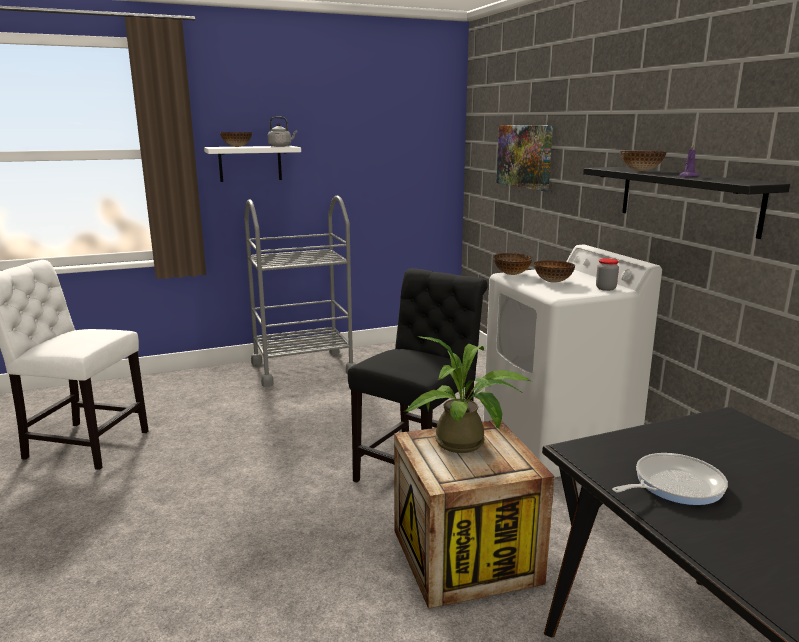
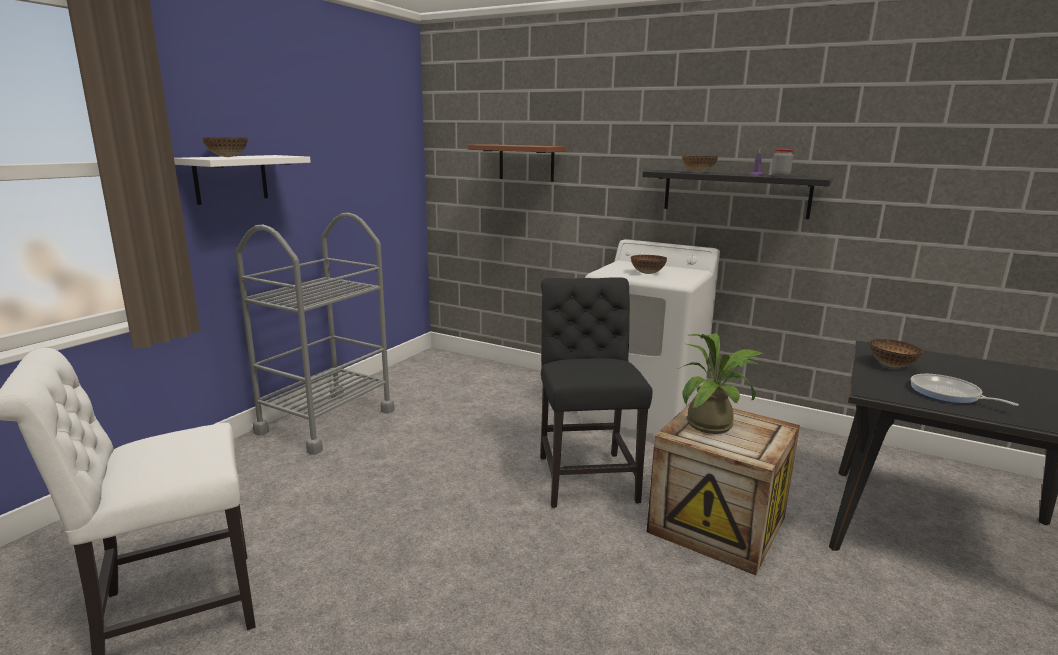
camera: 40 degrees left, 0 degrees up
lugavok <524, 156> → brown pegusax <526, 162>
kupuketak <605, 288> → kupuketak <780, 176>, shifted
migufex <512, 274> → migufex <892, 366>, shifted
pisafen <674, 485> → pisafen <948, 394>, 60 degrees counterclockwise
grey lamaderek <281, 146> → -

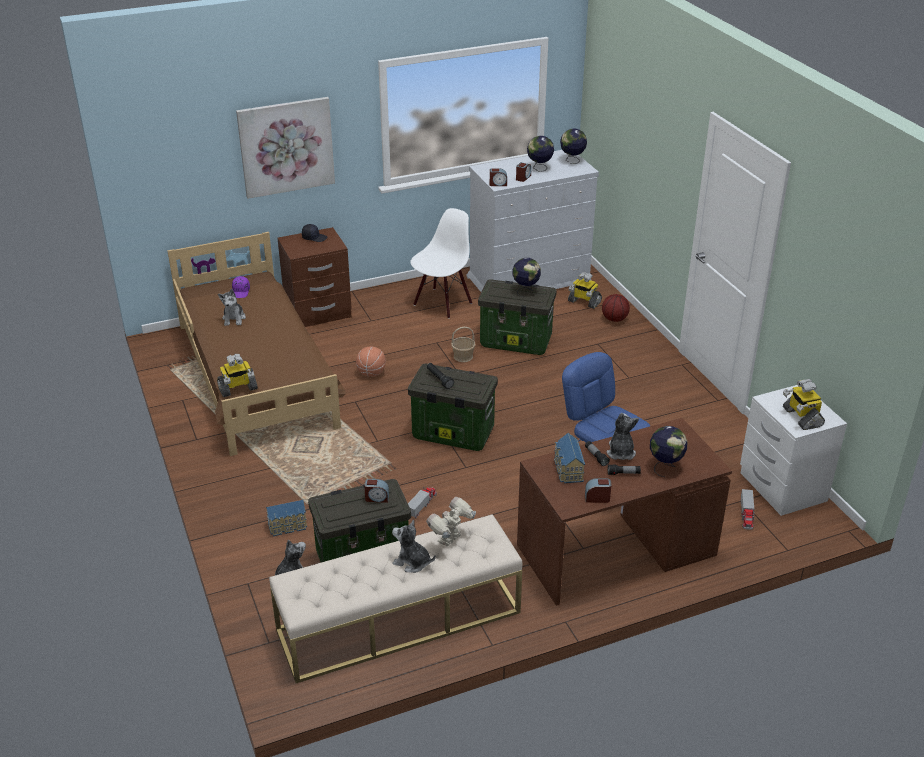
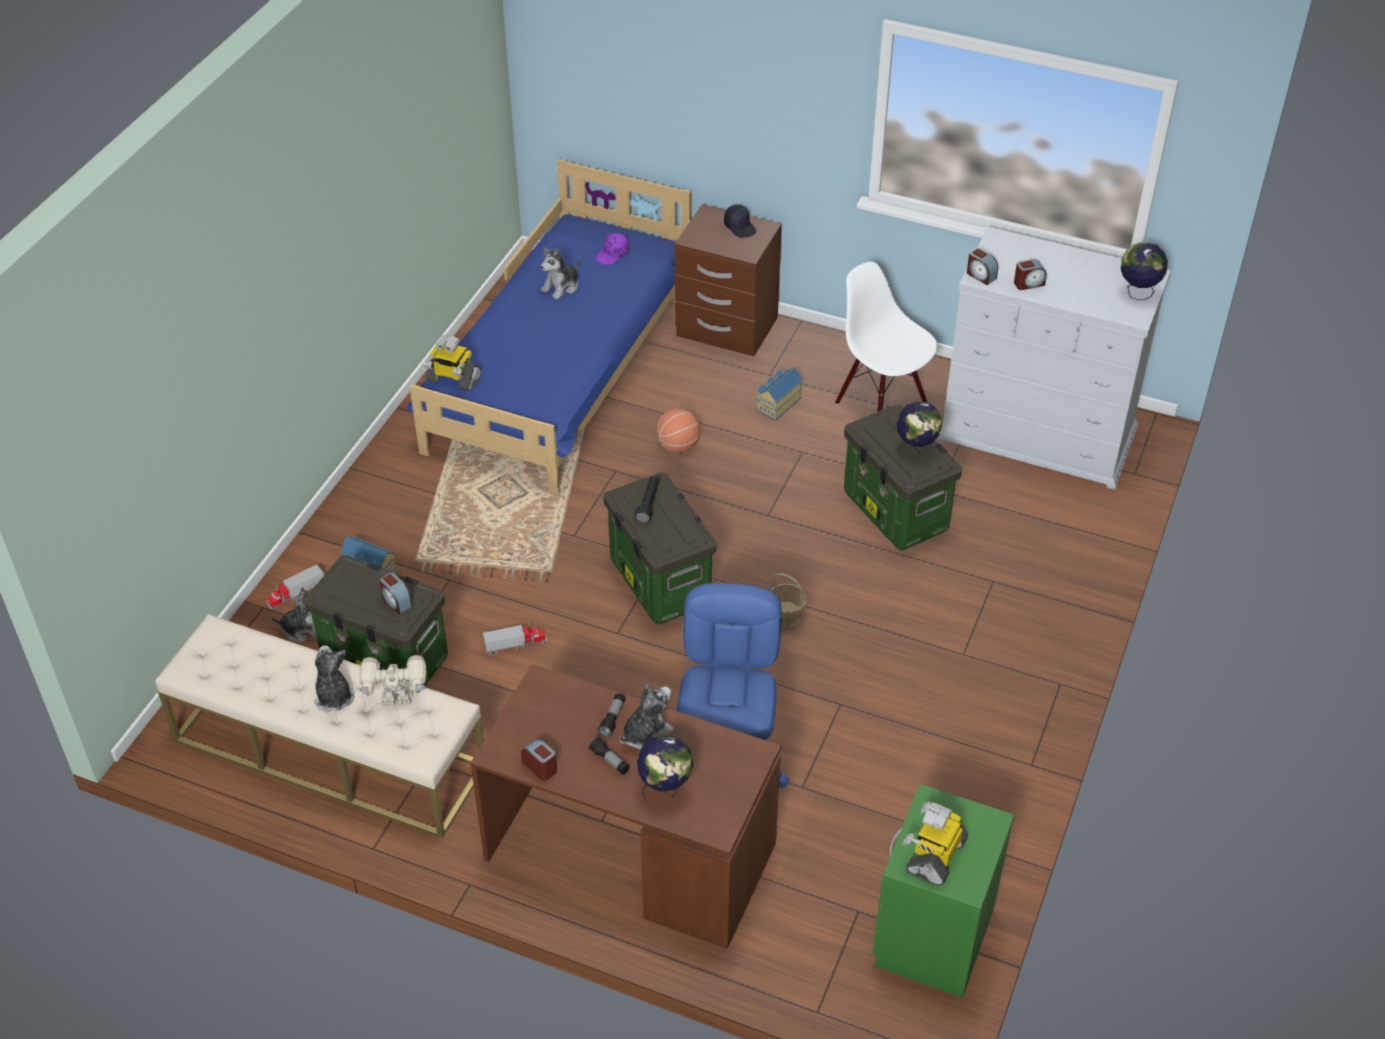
camera: 45 degrees right, 10 degrees up
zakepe <746, 514> → zakepe <296, 594>, shifted
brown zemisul <257, 375> → blue zemisul <562, 372>
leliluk <567, 470> → leliluk <777, 403>, shifted
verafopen <463, 356> → verafopen <786, 615>, shifted
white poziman <442, 303> → white poziman <881, 402>, 120 degrees counterclockwise
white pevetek <781, 487> → green pevetek <932, 935>
lugavok <286, 147> → -
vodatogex <539, 168> → -
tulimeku <584, 302> → -
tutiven <614, 319> → -

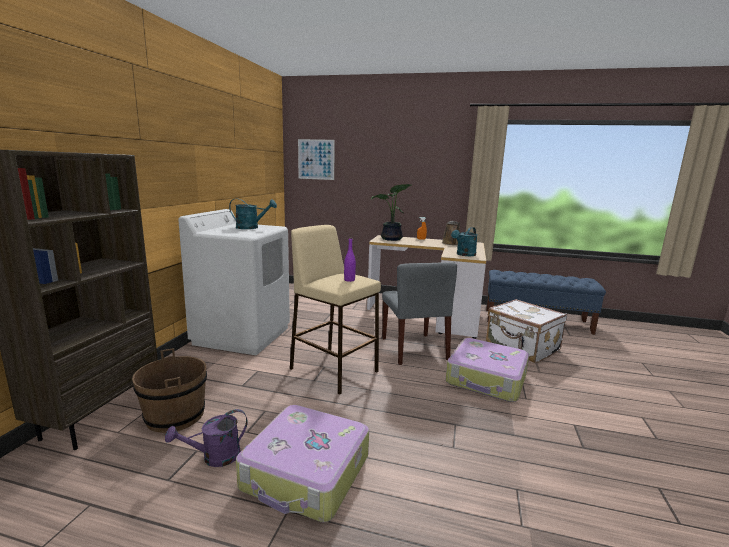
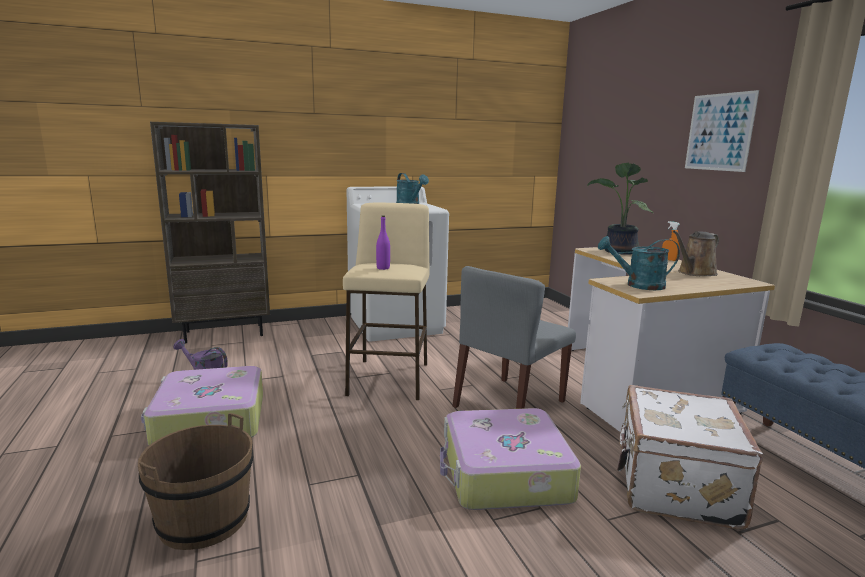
camera: 55 degrees right, 0 degrees up
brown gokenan <175, 416> → brown gokenan <203, 519>, shifted
lugavok <316, 159> → lugavok <719, 132>, shifted

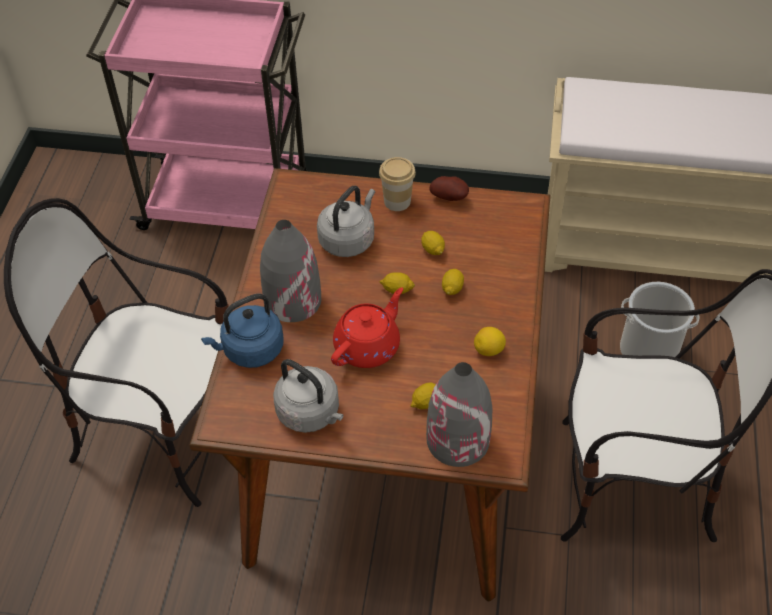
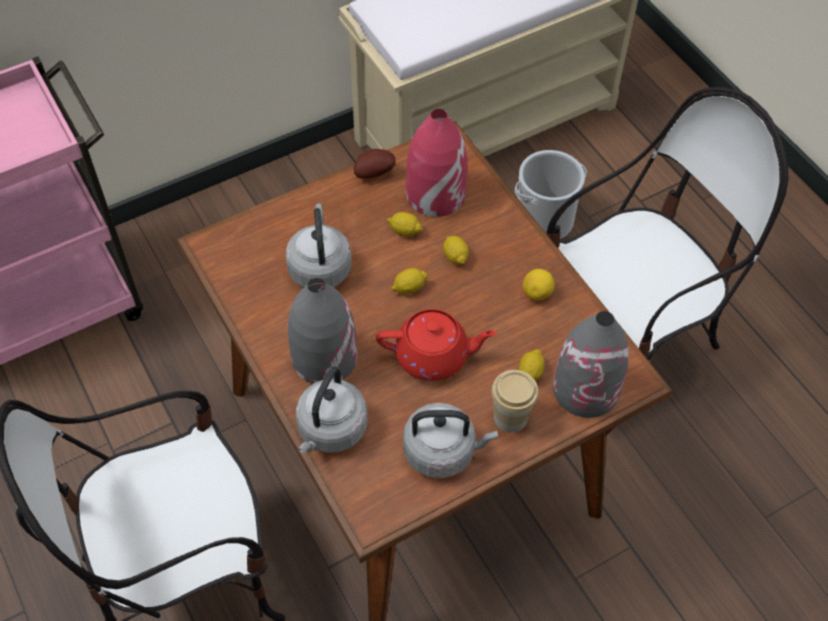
camera: 40 degrees left, 5 degrees up
blue lamaderek <250, 350> → grey lamaderek <331, 431>
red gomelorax <368, 346> → red gomelorax <433, 356>, 90 degrees clockwise
- → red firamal <435, 194>
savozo <397, 201> → savozo <510, 417>, shifted

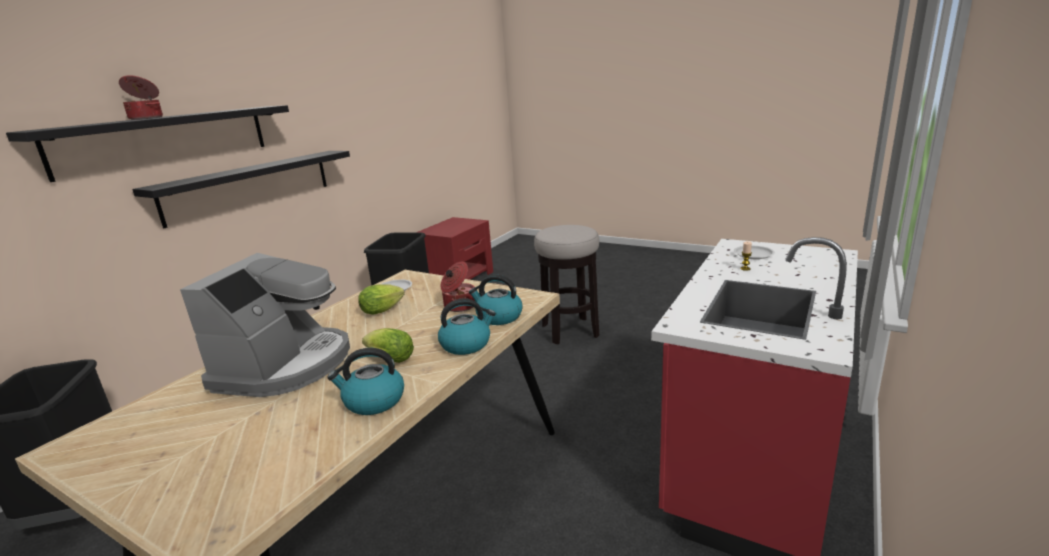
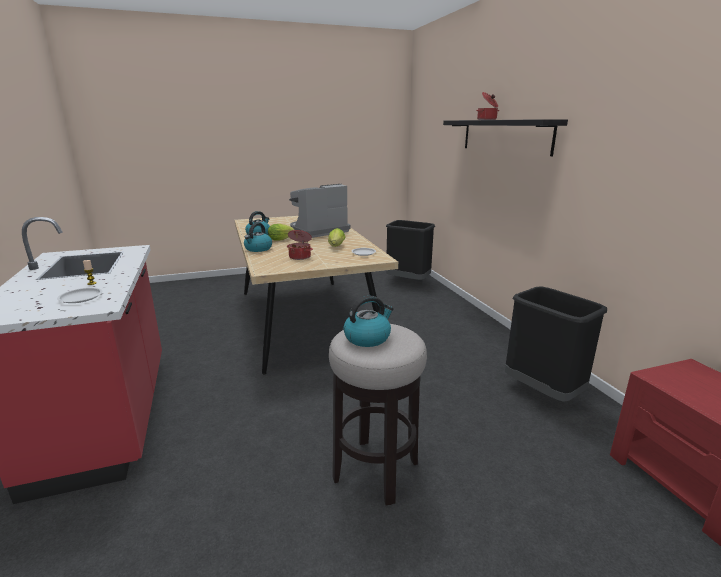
camera: 130 degrees right, 0 degrees up
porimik <286, 365> → porimik <318, 231>, 90 degrees clockwise
lamaderek <498, 317> → lamaderek <367, 338>, shifted
black pegusax <250, 185> → -

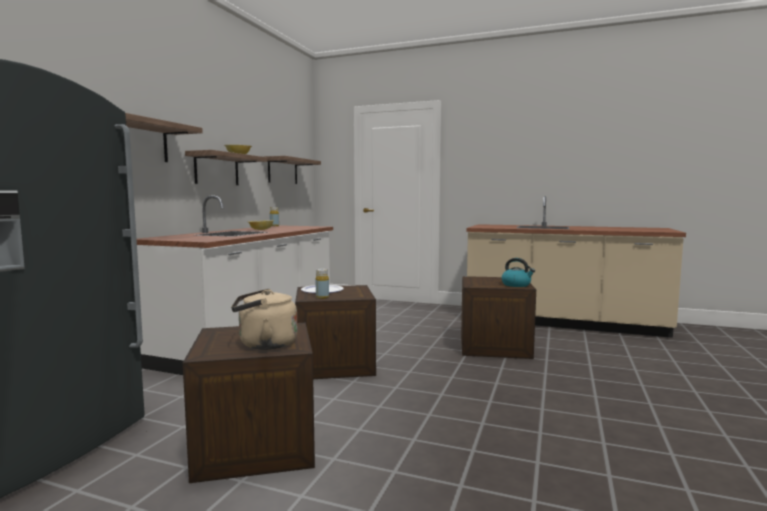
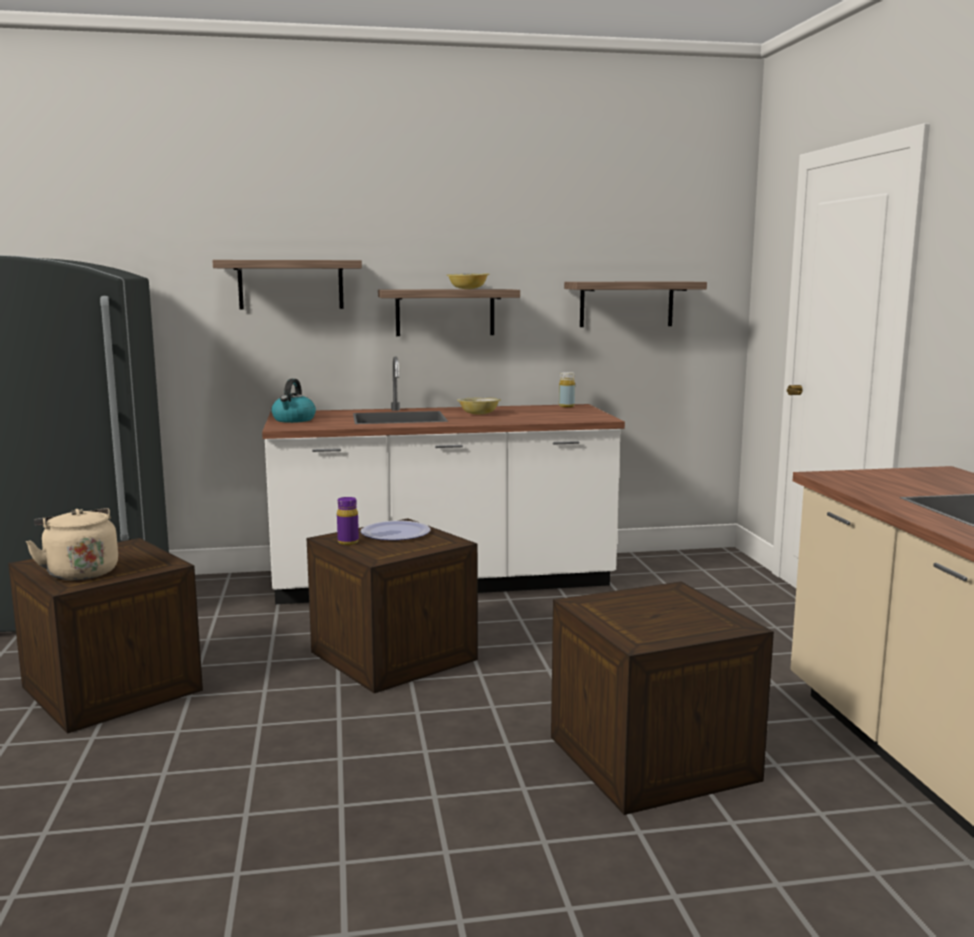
camera: 60 degrees right, 5 degrees up
lamaderek <516, 285> → lamaderek <294, 420>, shifted
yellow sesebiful <322, 297> → purple sesebiful <348, 542>

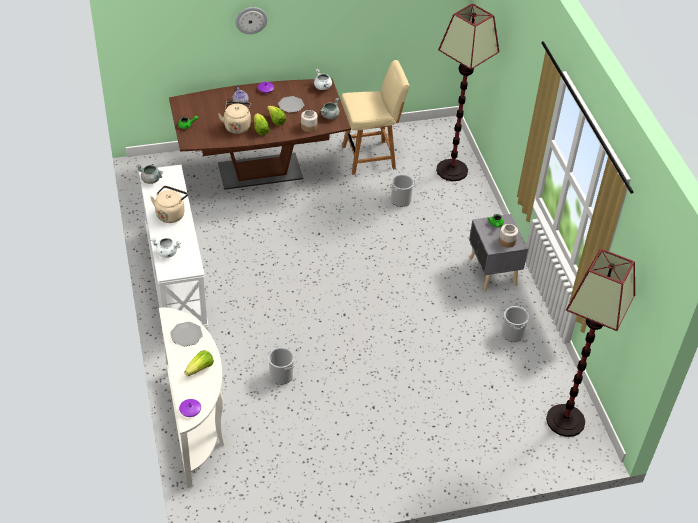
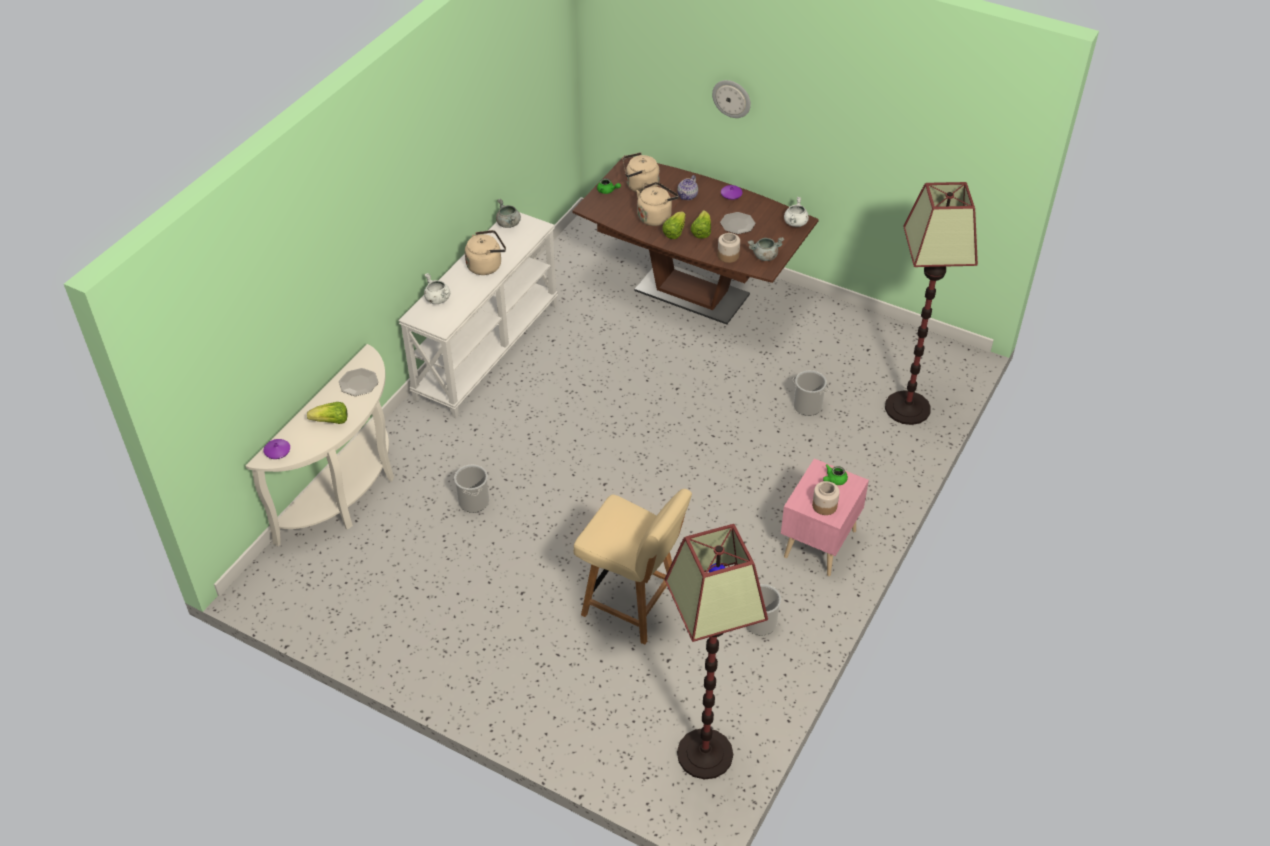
camera: 45 degrees right, 0 degrees up
beige poziman <370, 157> → beige poziman <632, 605>, shifted
- → beige lamaderek <640, 186>
grey pevetek <492, 273> → pink pevetek <818, 544>

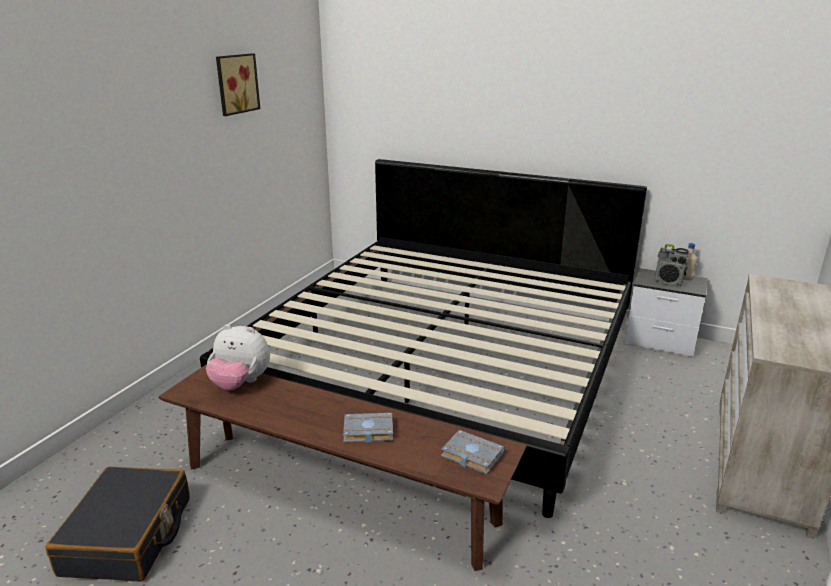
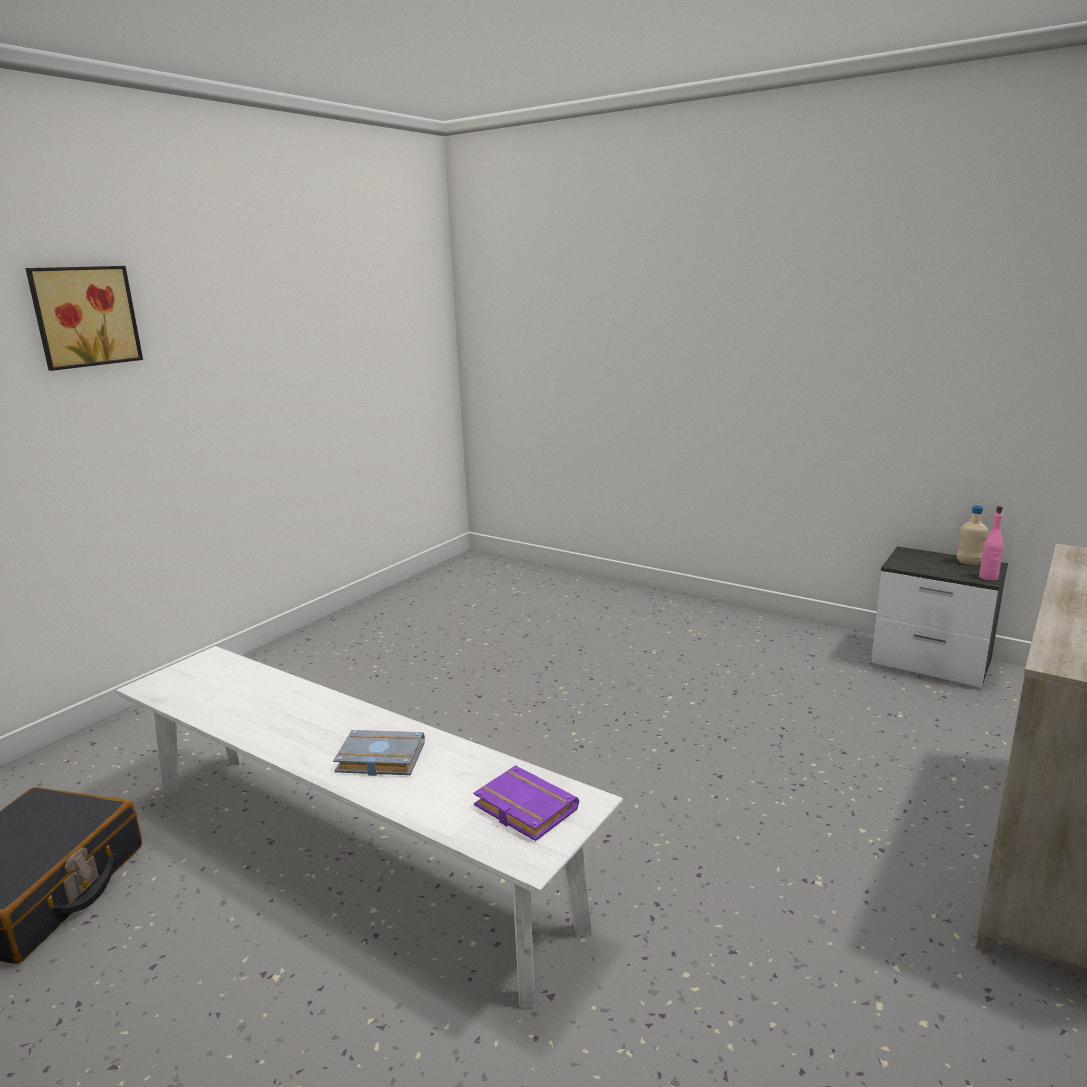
camera: 10 degrees right, 5 degrees down
lugavok <235, 84> → lugavok <84, 316>, shifted
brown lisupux <337, 493> → white lisupux <352, 857>
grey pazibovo <470, 456> → purple pazibovo <522, 809>
- → pink sesebiful <988, 577>
zemisul <443, 364> → -
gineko <240, 384> → -
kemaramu <668, 282> → -

